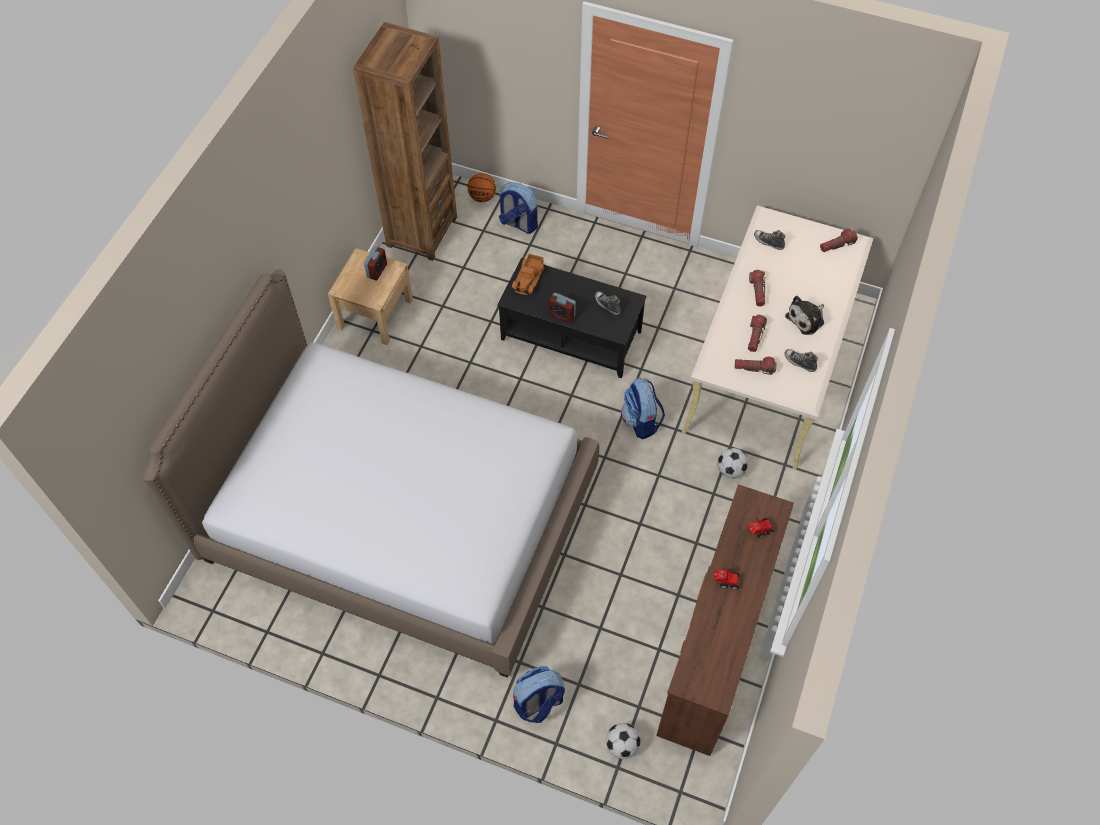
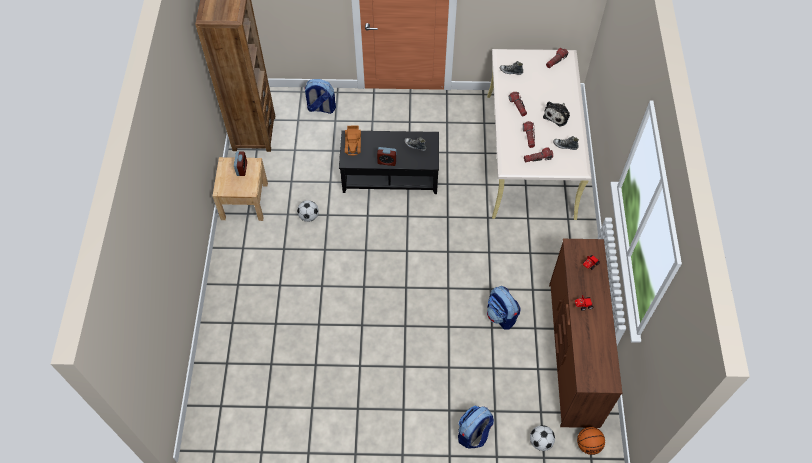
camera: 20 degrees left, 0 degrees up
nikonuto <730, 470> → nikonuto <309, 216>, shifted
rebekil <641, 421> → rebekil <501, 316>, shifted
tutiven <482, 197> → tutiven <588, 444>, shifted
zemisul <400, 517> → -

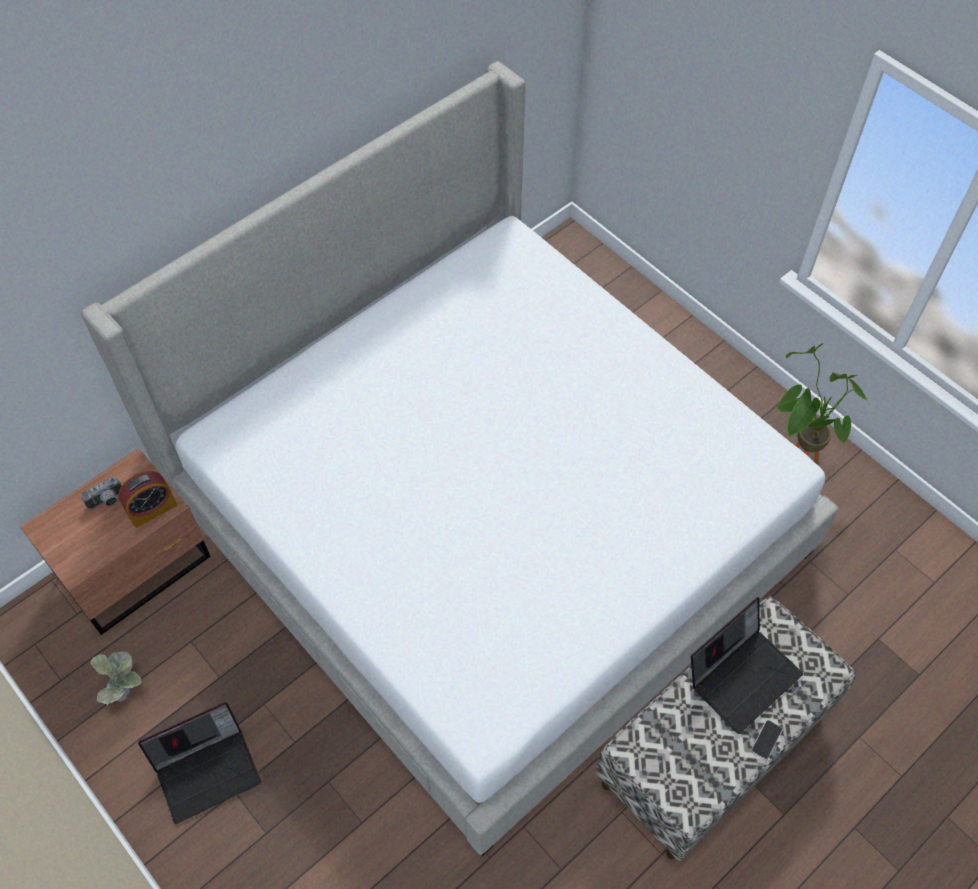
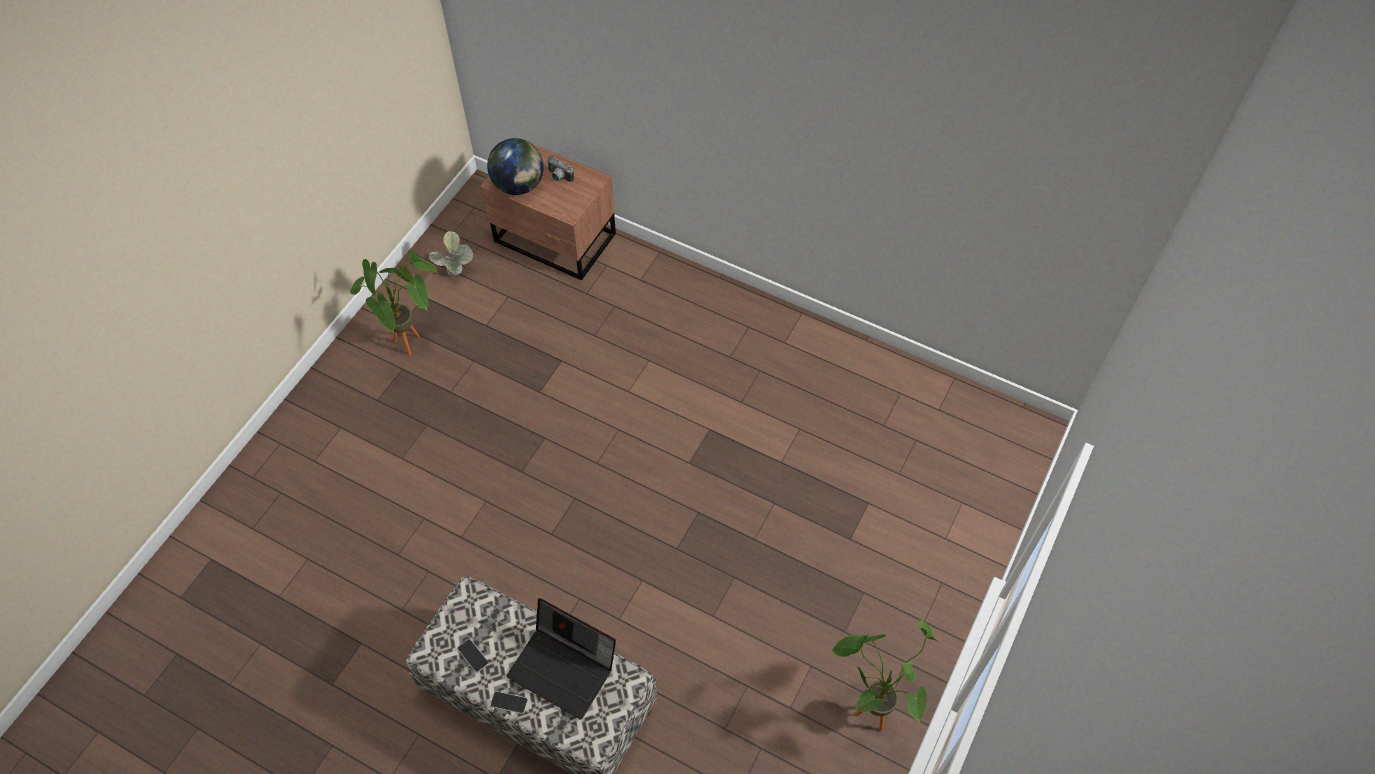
camera: 70 degrees right, 0 degrees up
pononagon <208, 770> → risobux <413, 346>
- → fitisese <473, 655>
- → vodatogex <519, 185>
zemisul <489, 525> → -
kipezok <152, 509> → -

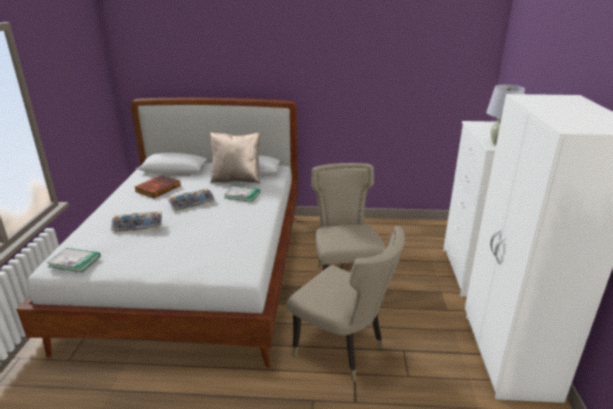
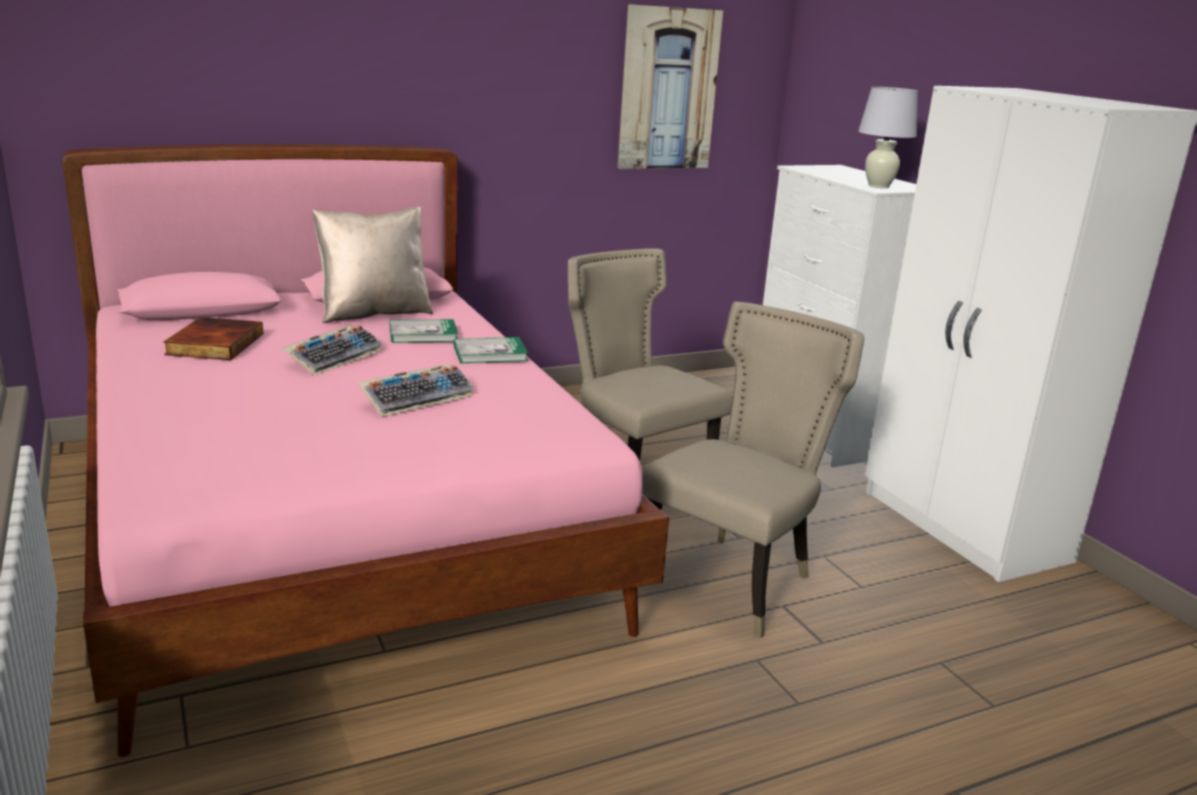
camera: 30 degrees left, 5 degrees down
white zemisul <198, 274> → pink zemisul <337, 527>
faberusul <139, 225> → faberusul <417, 398>, shifted
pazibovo <74, 261> → pazibovo <490, 353>, shifted
- → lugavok <668, 89>
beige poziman <343, 350> → beige poziman <734, 579>, 60 degrees counterclockwise

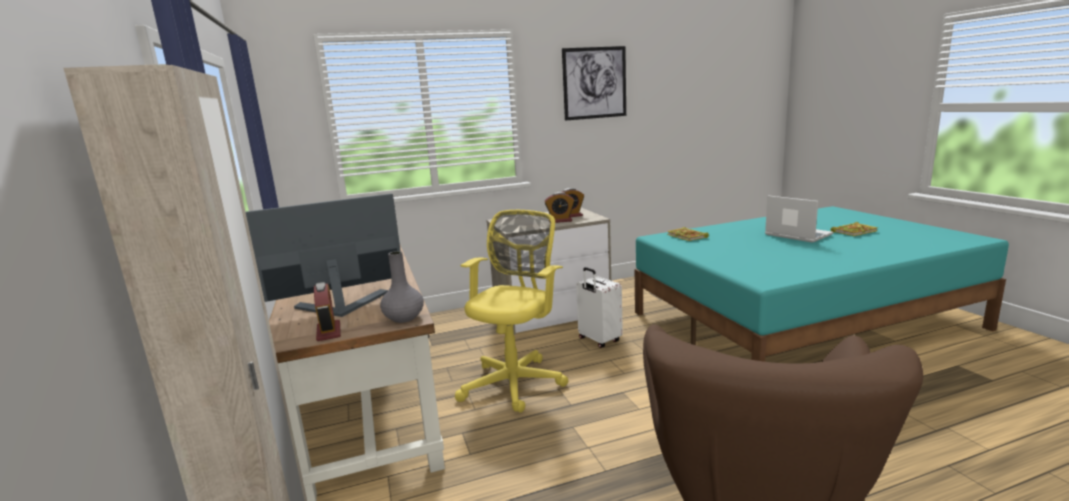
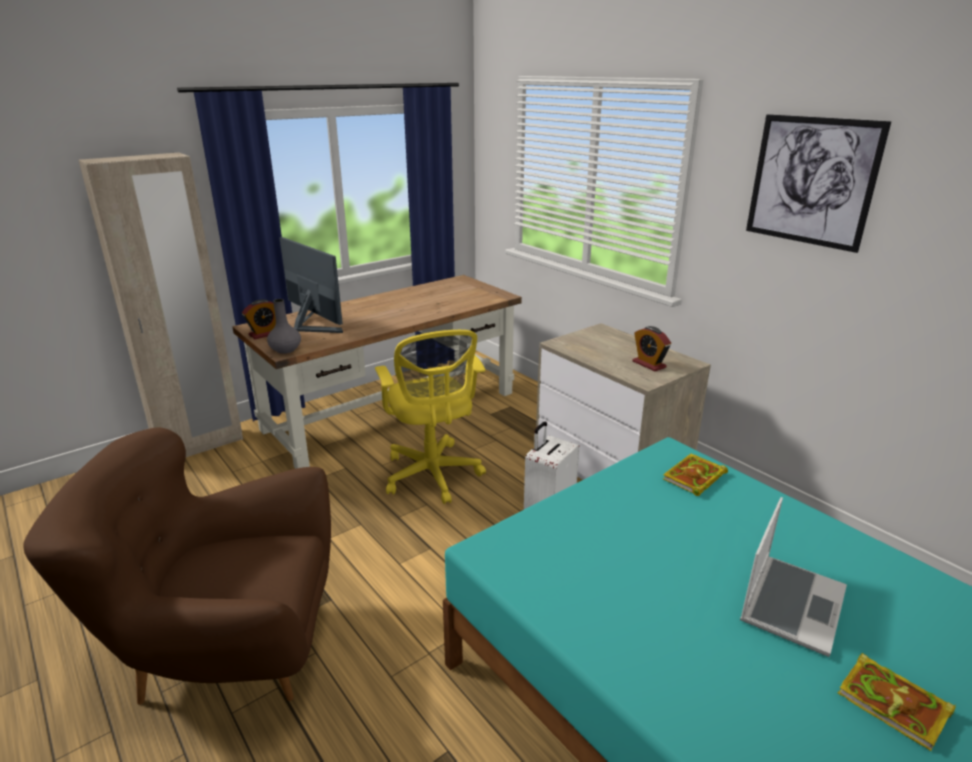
camera: 70 degrees right, 10 degrees up
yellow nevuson <516, 382> → yellow nevuson <433, 476>, 60 degrees clockwise
kipezok <560, 221> → -

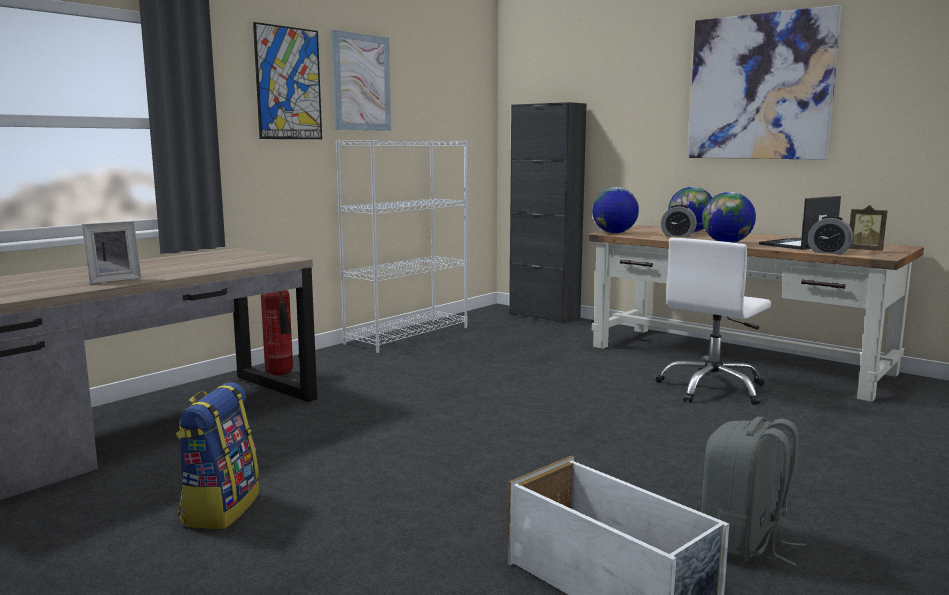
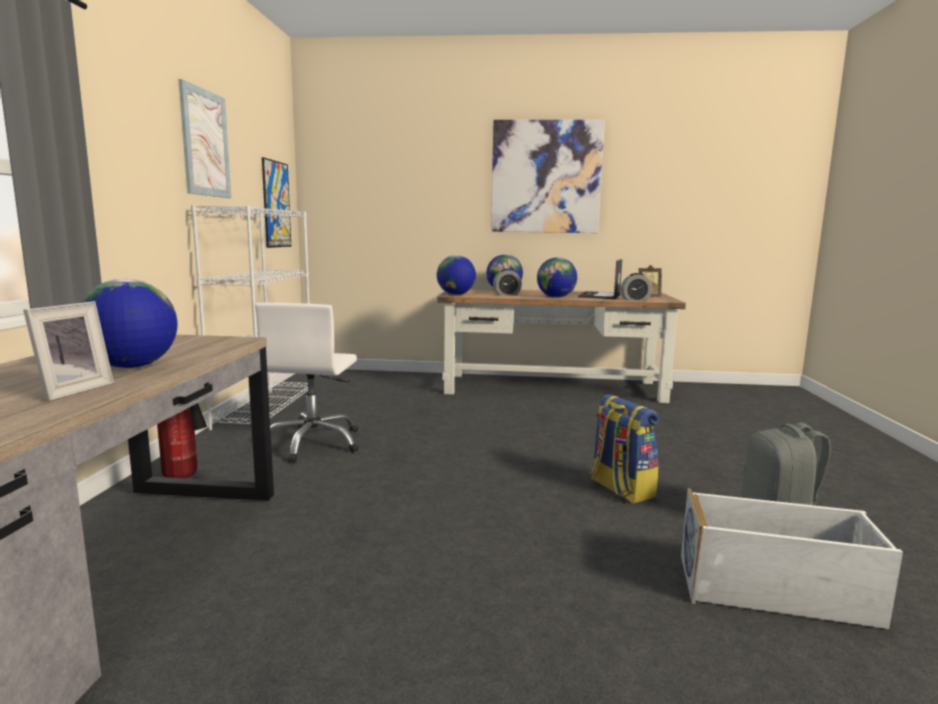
camera: 35 degrees left, 0 degrees up
- → vodatogex <131, 367>
white nevuson <712, 388> → white nevuson <313, 443>, shifted
lugavok <288, 83> → lugavok <276, 204>, shifted
rebekil <220, 508> → rebekil <620, 489>, shifted
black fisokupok <544, 316> → -

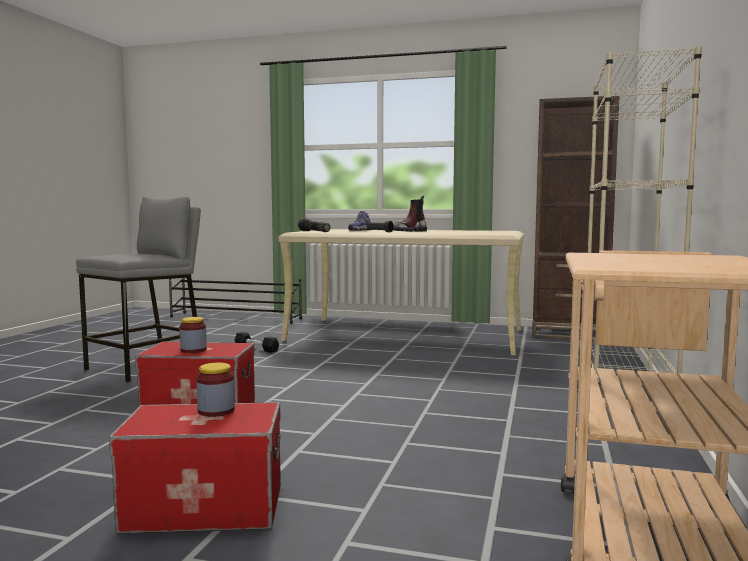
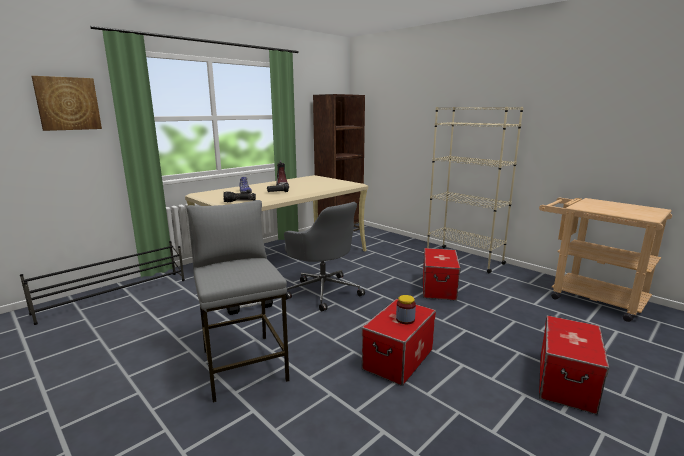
camera: 60 degrees left, 10 degrees up
- → lugavok <68, 103>
- → grey nevuson <323, 291>
- → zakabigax <438, 288>
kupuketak <216, 411> → -

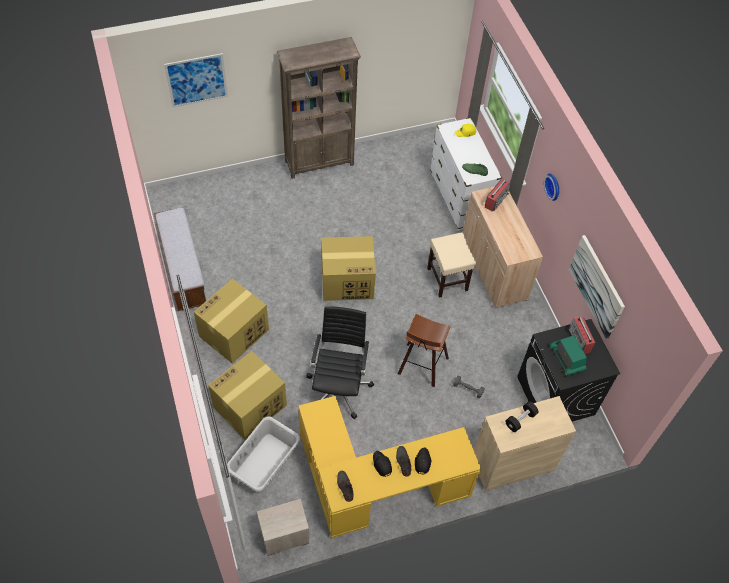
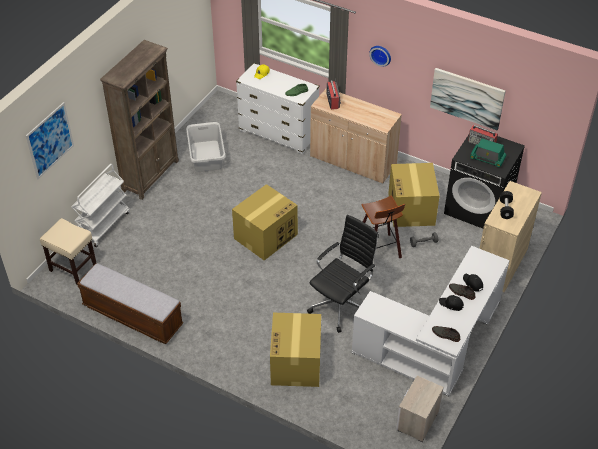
camera: 40 degrees left, 10 degrees down
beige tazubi <447, 279> → beige tazubi <73, 268>, shifted
- → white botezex <104, 225>
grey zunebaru <264, 462> → grey zunebaru <206, 156>, shifted
black nevuson <339, 387> → black nevuson <342, 305>, 75 degrees clockwise
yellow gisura <374, 485> → white gisura <436, 343>
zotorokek <233, 333> → zotorokek <411, 210>, shifted

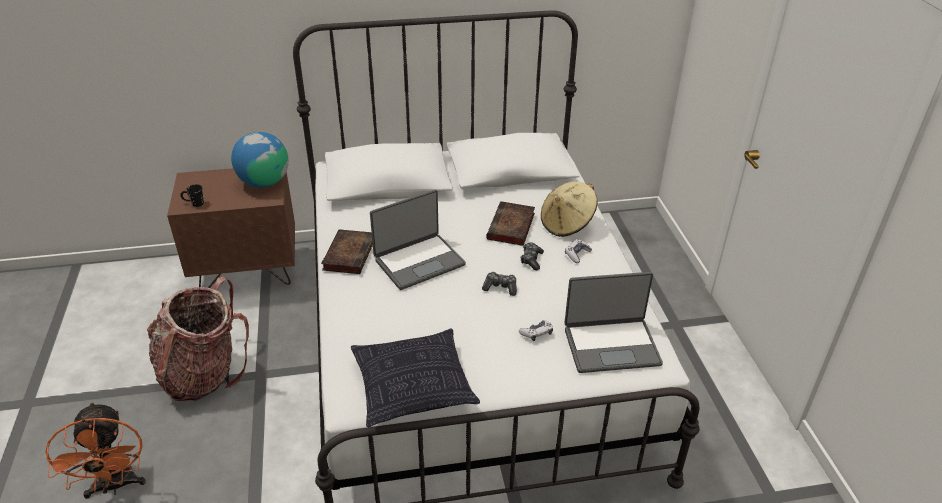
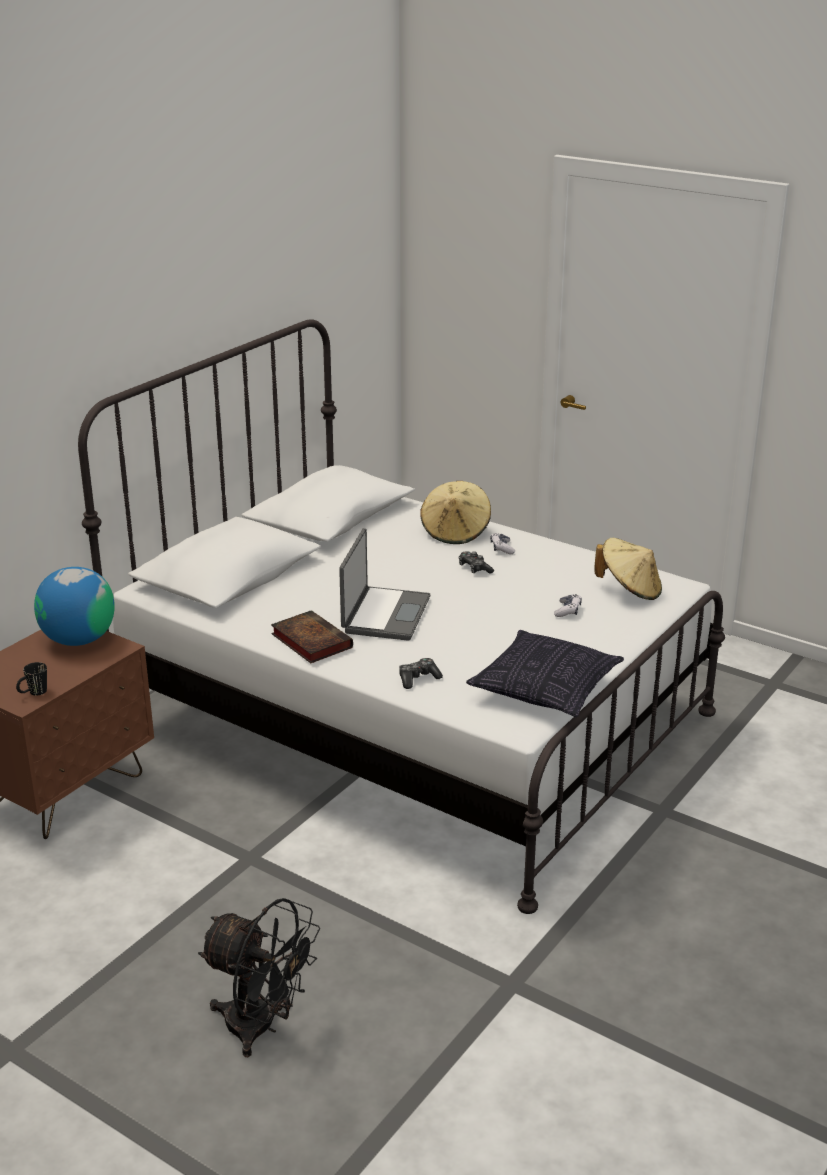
camera: 45 degrees left, 10 degrees down
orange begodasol <115, 486> → black begodasol <262, 1027>
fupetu <500, 287> → fupetu <418, 679>, shifted
pononagon <611, 345> → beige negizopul <629, 590>
rebekil <204, 373> → -
pazibovo <511, 227> → -

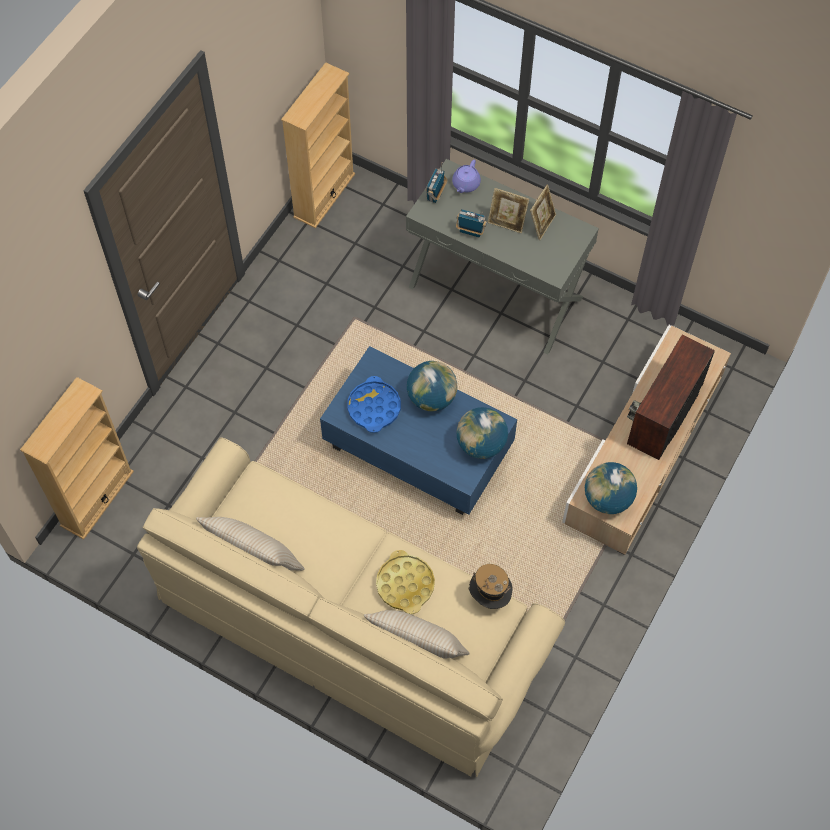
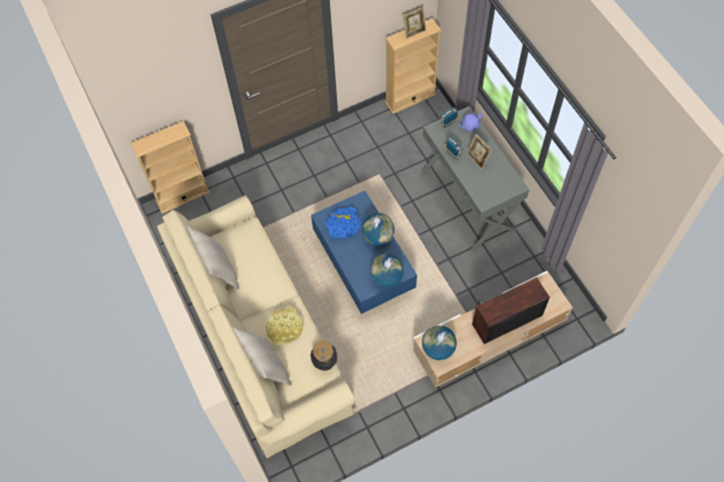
camera: 35 degrees right, 0 degrees up
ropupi <541, 224> → ropupi <414, 31>, shifted

